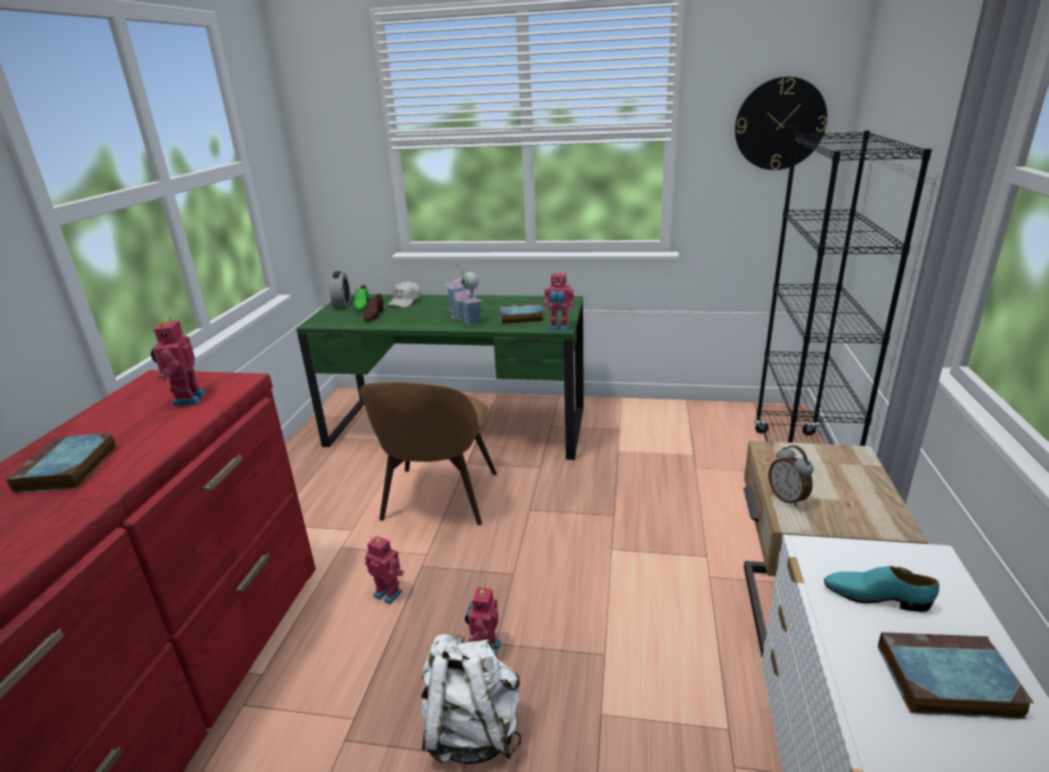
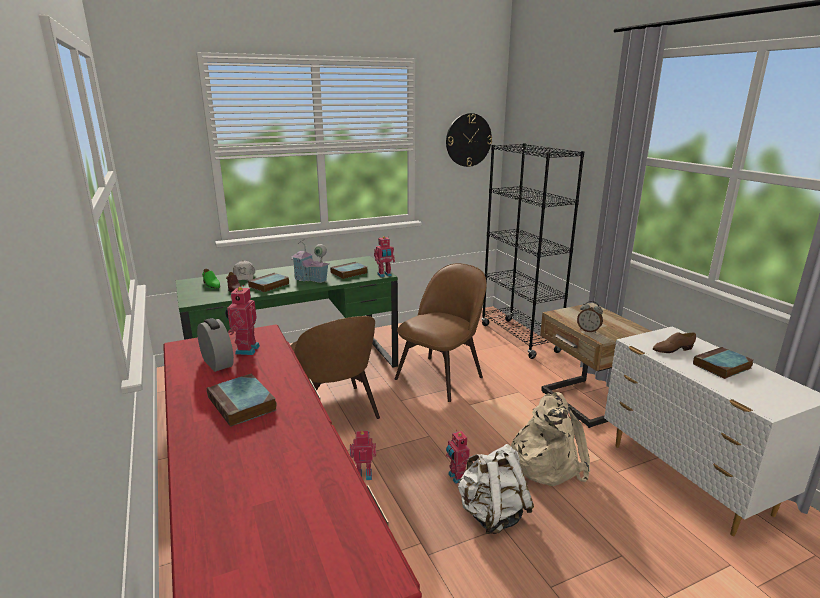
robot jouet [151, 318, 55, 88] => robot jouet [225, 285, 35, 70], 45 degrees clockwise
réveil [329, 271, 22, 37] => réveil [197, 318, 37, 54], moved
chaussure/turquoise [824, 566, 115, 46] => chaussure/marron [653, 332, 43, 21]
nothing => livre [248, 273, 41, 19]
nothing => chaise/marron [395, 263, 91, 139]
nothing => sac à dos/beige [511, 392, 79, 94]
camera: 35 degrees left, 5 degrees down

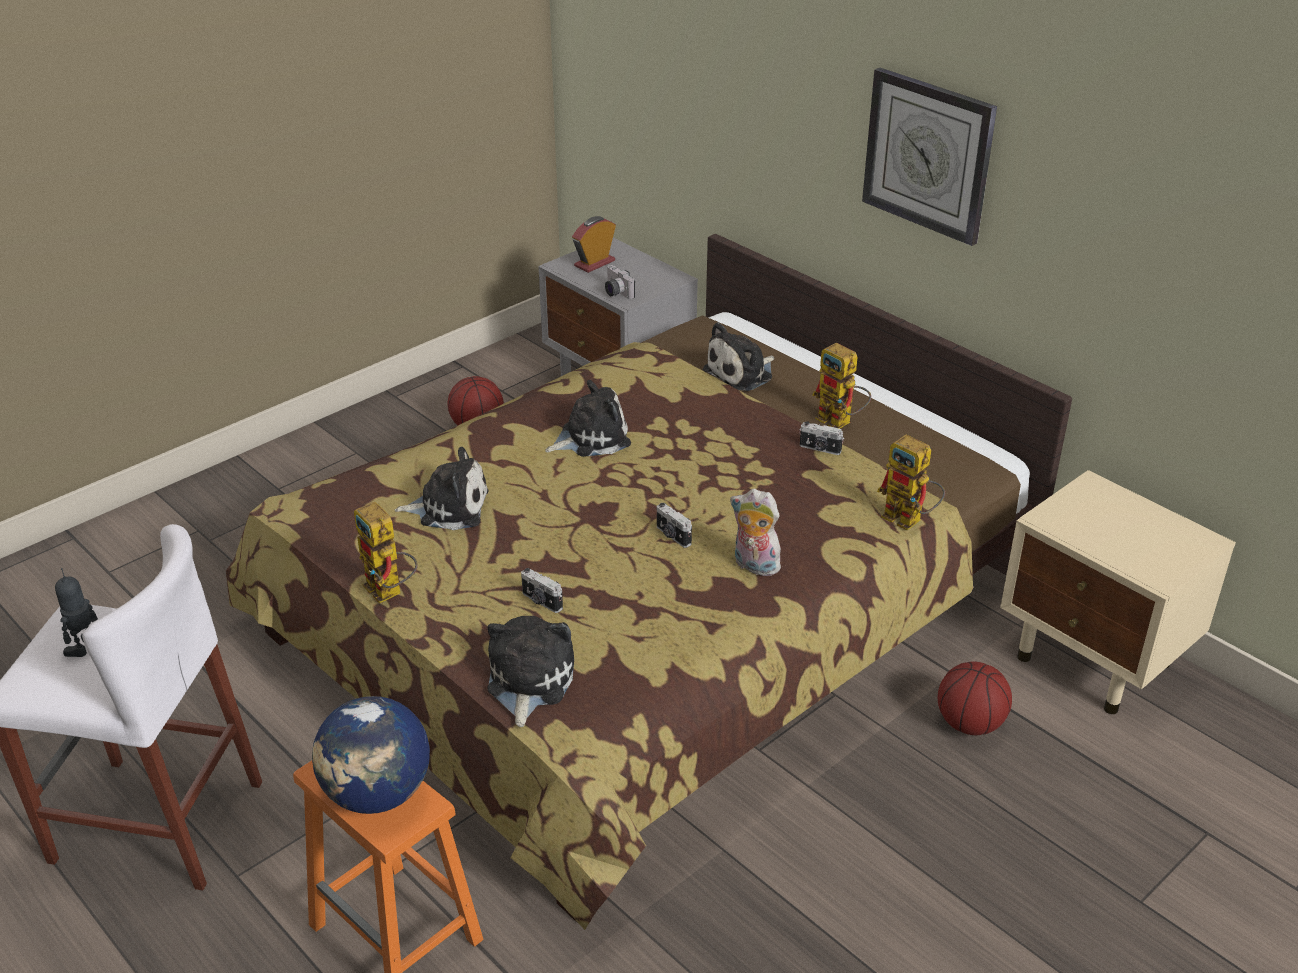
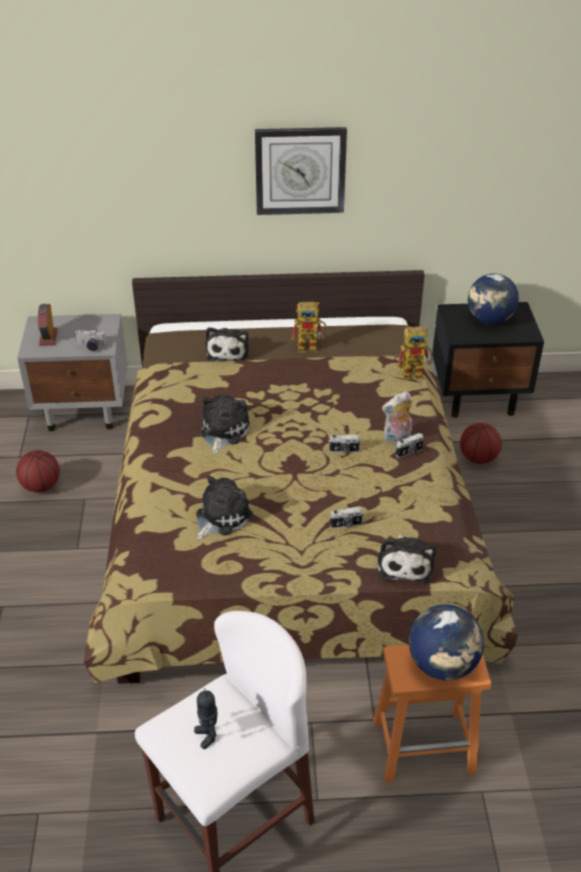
robot jouet [354, 502, 64, 101] => nothing
peluche [487, 616, 87, 111] => peluche [377, 534, 59, 49], 135 degrees counterclockwise
appareil photo [799, 421, 45, 34] => appareil photo [396, 433, 28, 25], moved
table de chevet/beige [1000, 470, 236, 244] => table de chevet/noir [432, 302, 112, 116]
nothing => globe [468, 274, 51, 50]
camera: 50 degrees left, 5 degrees up

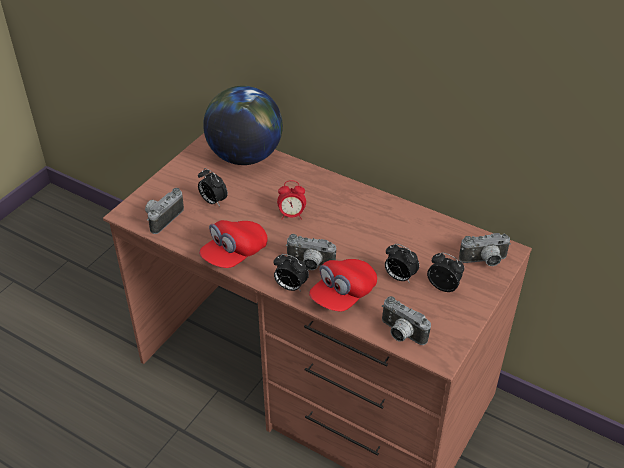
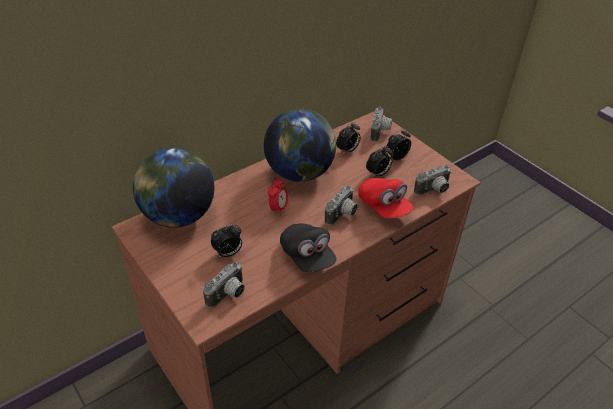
appareil photo [145, 188, 39, 46] => appareil photo [203, 262, 42, 46], 105 degrees counterclockwise
casquette/rouge [199, 220, 68, 48] => casquette/noir [280, 224, 57, 48]
réveil [273, 254, 36, 37] => réveil [336, 122, 25, 32], moved
nothing => globe [264, 109, 72, 73]
camera: 70 degrees left, 0 degrees up

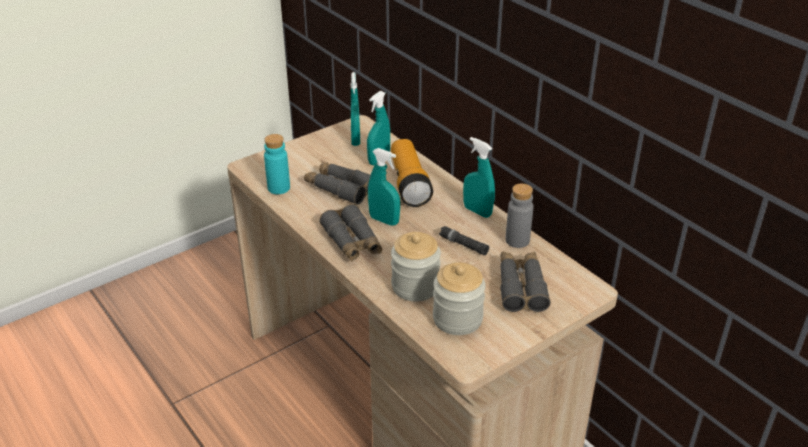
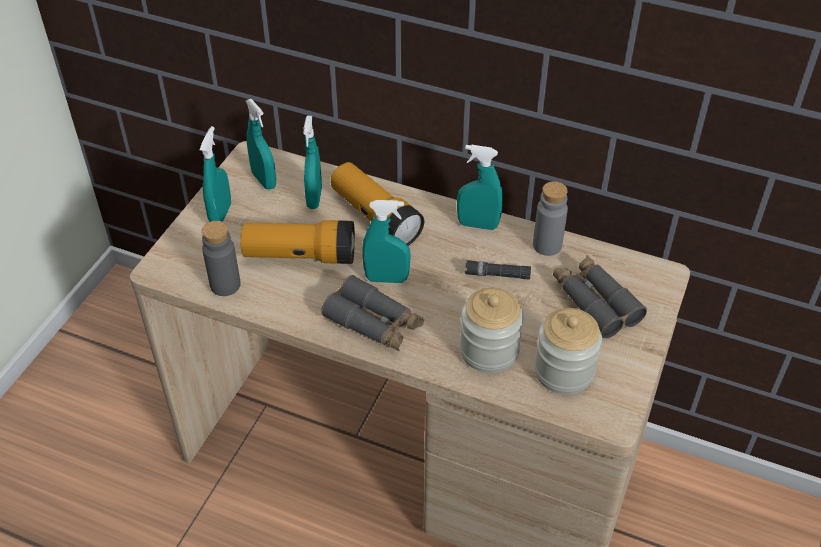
bouteille/turquoise [264, 134, 26, 60] => bouteille/gris [202, 221, 39, 75]
jumelles/gris [304, 162, 67, 43] => lampe de poche [240, 220, 115, 44]
nothing => vaporisateur/turquoise [200, 126, 31, 96]
camera: 30 degrees left, 10 degrees up

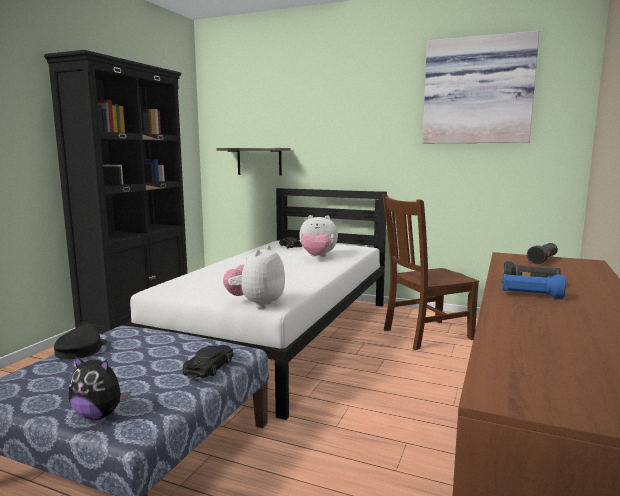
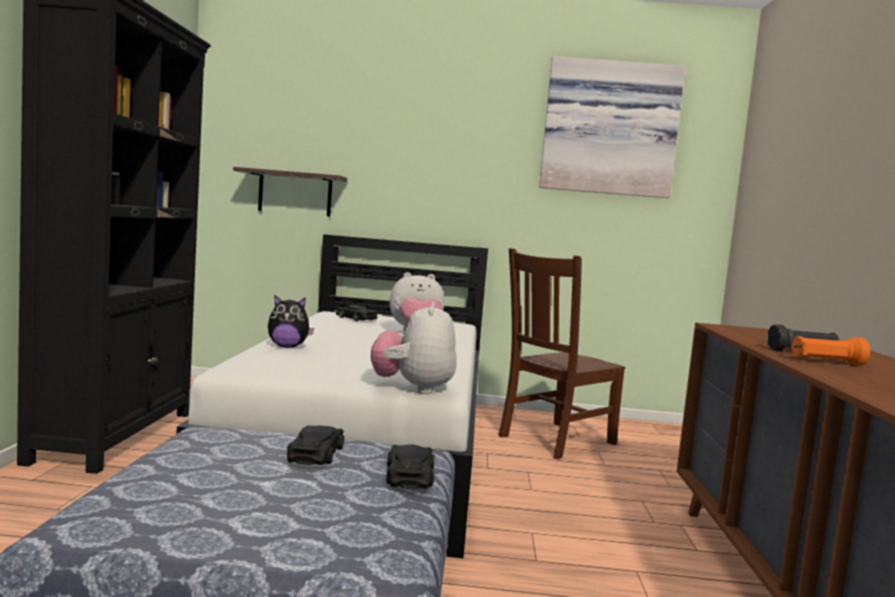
casquette/noir [54, 324, 53, 35] => nothing
peluche [68, 355, 62, 65] => peluche [268, 295, 46, 53], moved
lampe de poche/bleu [502, 274, 64, 25] => lampe de poche/orange [791, 336, 79, 30]
lampe de poche/noir [527, 243, 31, 21] => nothing
nothing => petite voiture/noir [287, 425, 57, 40]
camera: 20 degrees left, 5 degrees down

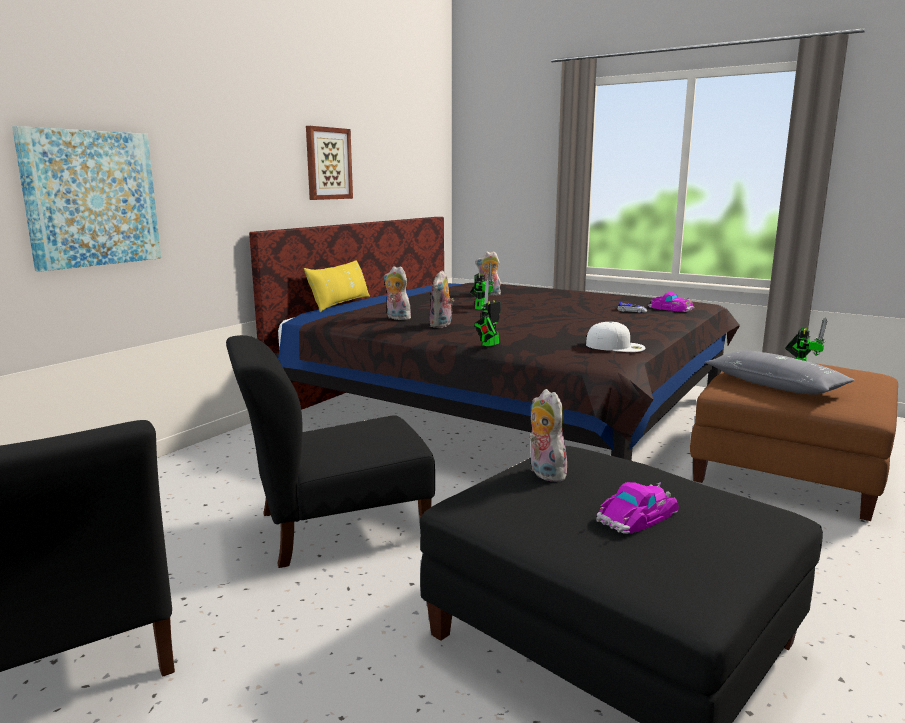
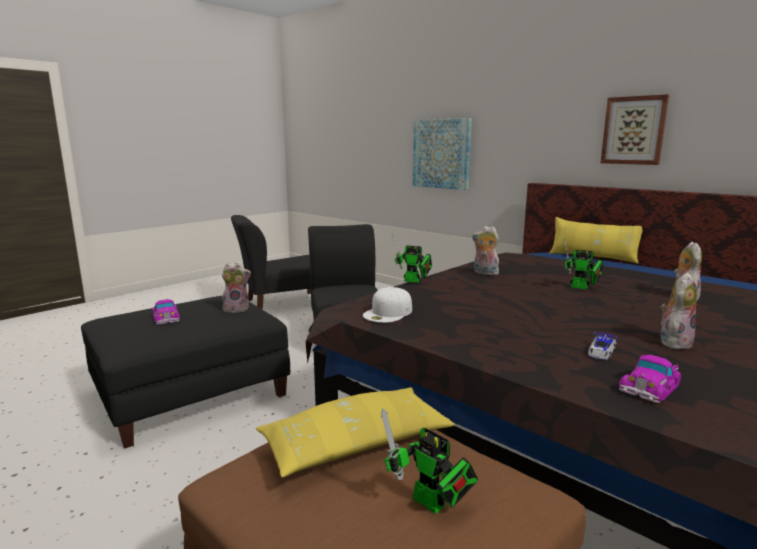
peluche [384, 266, 27, 54] => peluche [660, 272, 37, 77], moved
robot jouet [474, 280, 27, 67] => robot jouet [393, 234, 39, 49], 150 degrees clockwise
coussin/gris [705, 350, 150, 45] => coussin/jaune [256, 387, 199, 91]
camera: 100 degrees right, 0 degrees up

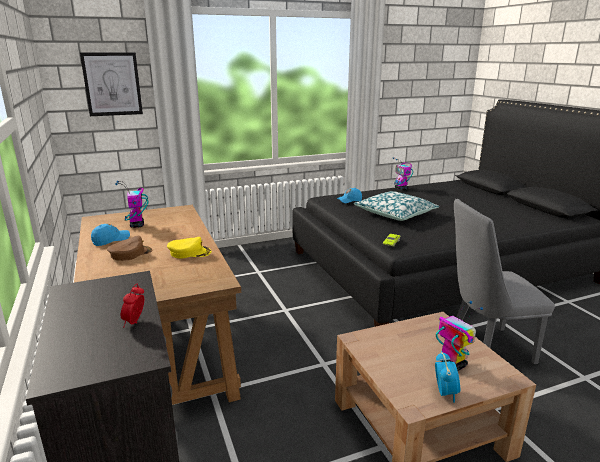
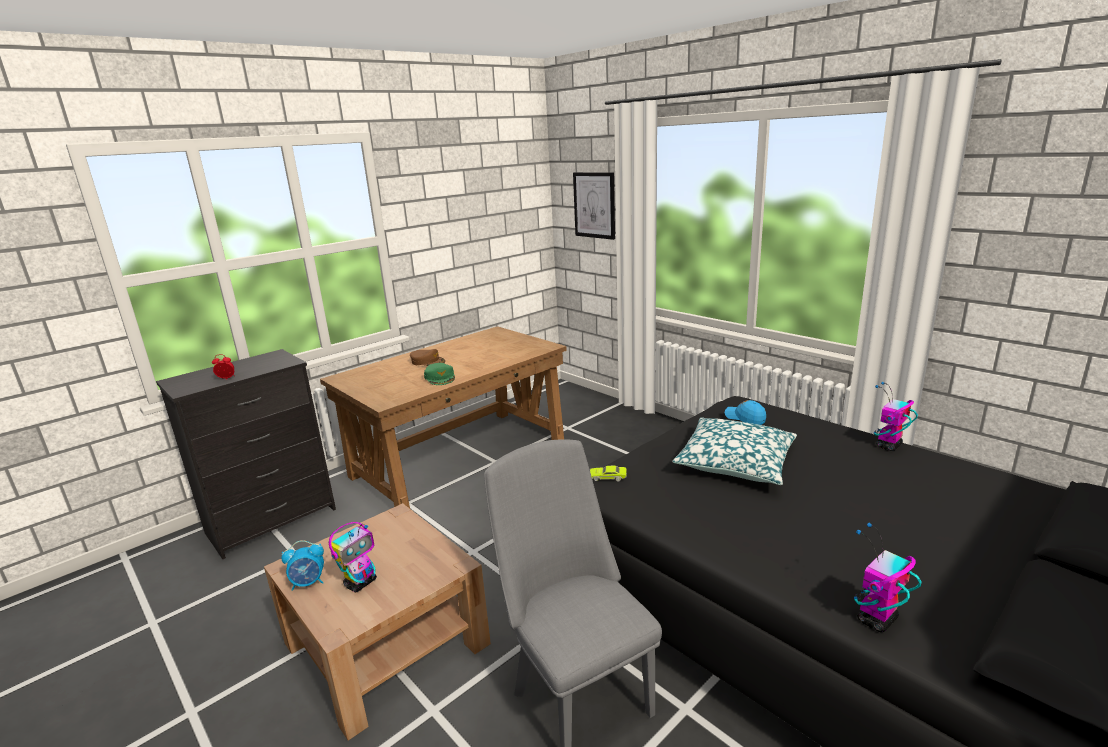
casquette/bleu [91, 224, 39, 22] => nothing
robot jouet [115, 181, 33, 47] => robot jouet [854, 522, 68, 110], moved
casquette/jaune [167, 237, 45, 22] => casquette/vert [424, 363, 31, 22]
camera: 70 degrees right, 0 degrees up

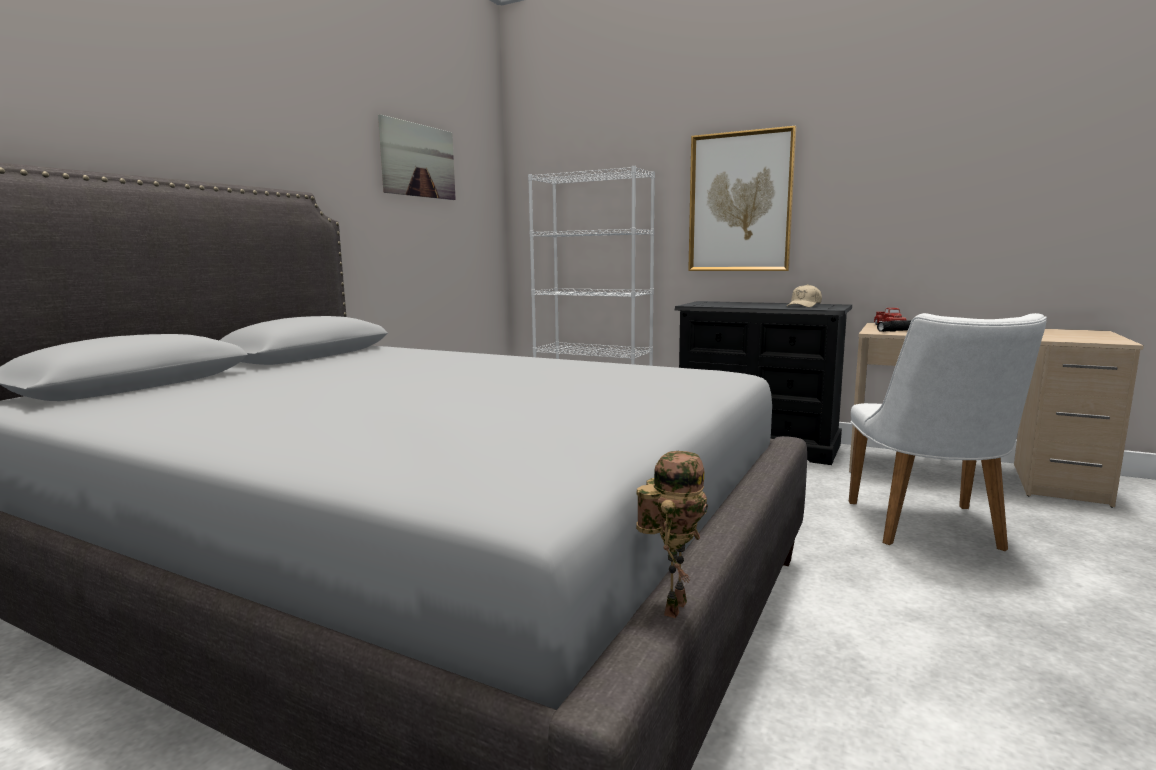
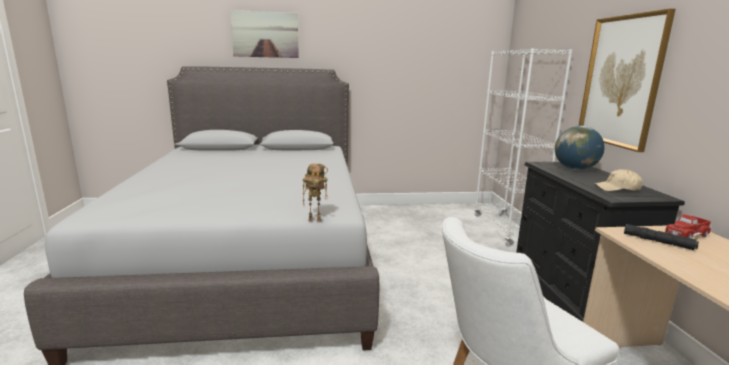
tableau [378, 114, 78, 86] => tableau [230, 10, 69, 48], moved
robot jouet [636, 451, 72, 167] => robot jouet [303, 164, 25, 57], moved
nothing => globe [555, 126, 50, 44]
camera: 55 degrees right, 5 degrees up

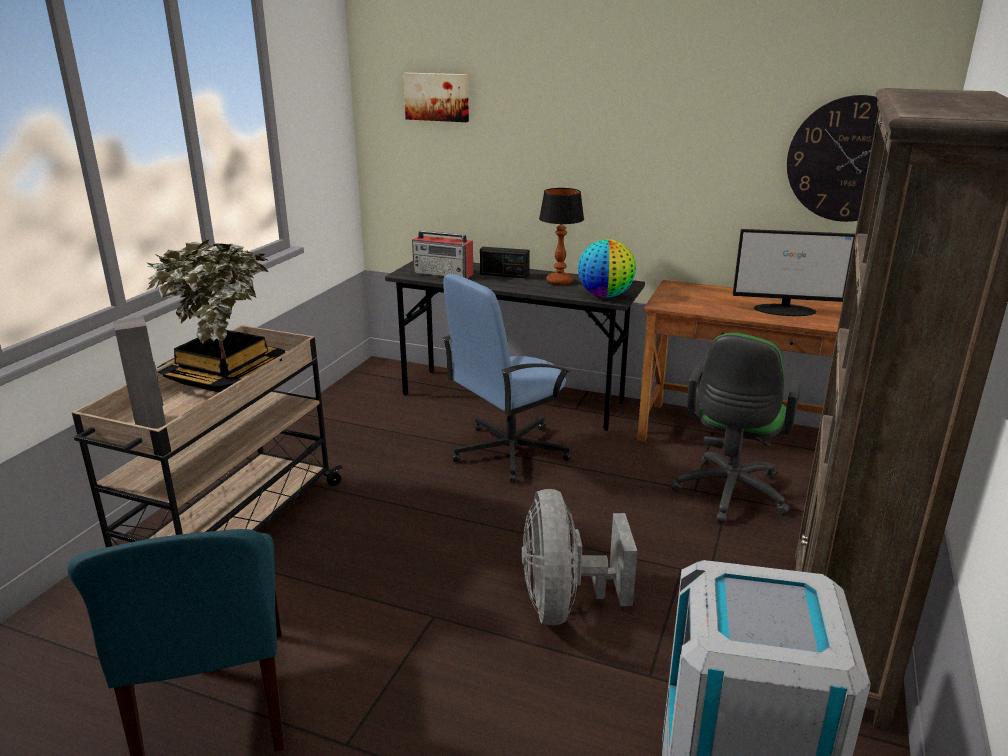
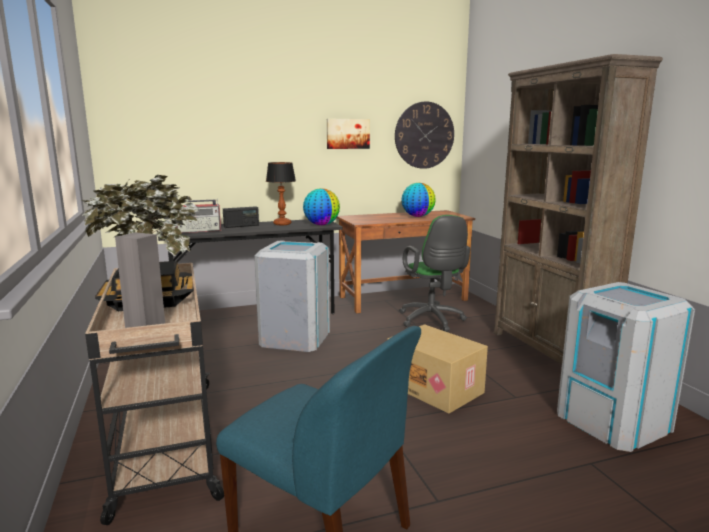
tableau [403, 73, 66, 49] => tableau [327, 119, 43, 30], moved
chaise de bureau/bleu [442, 274, 129, 209] => poubelle/gris [254, 240, 76, 112]
ventilateur/gris [522, 489, 115, 136] => carton [387, 324, 101, 90]
écran d'ordinateur [733, 229, 122, 87] => globe [401, 183, 35, 34]
camera: 40 degrees left, 10 degrees down

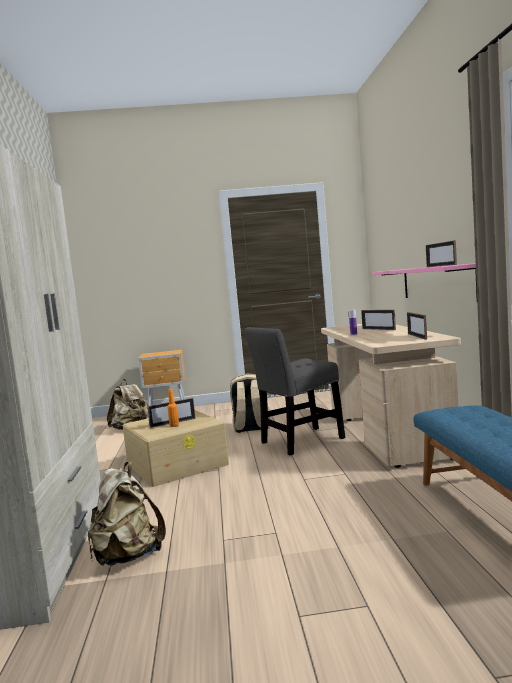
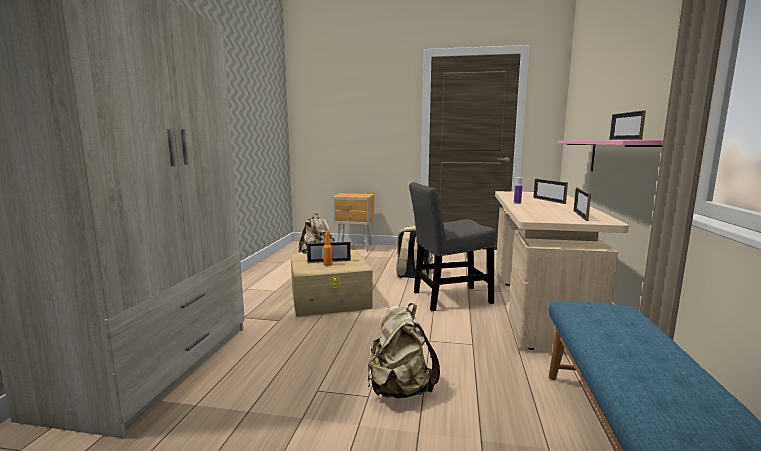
sac à dos/beige [88, 462, 78, 103] => sac à dos/beige [368, 303, 72, 95], moved
camera: 15 degrees right, 5 degrees up

